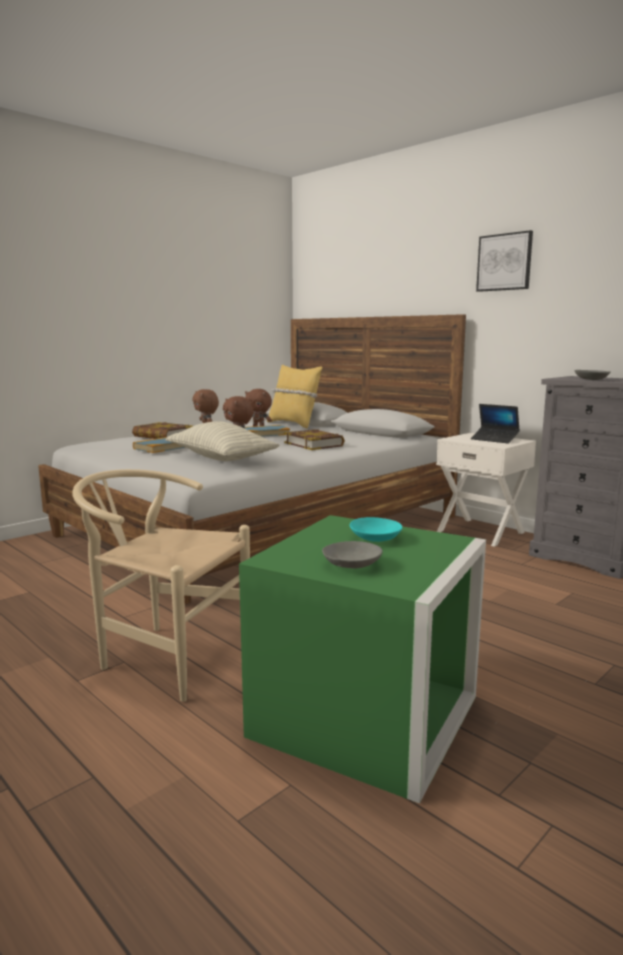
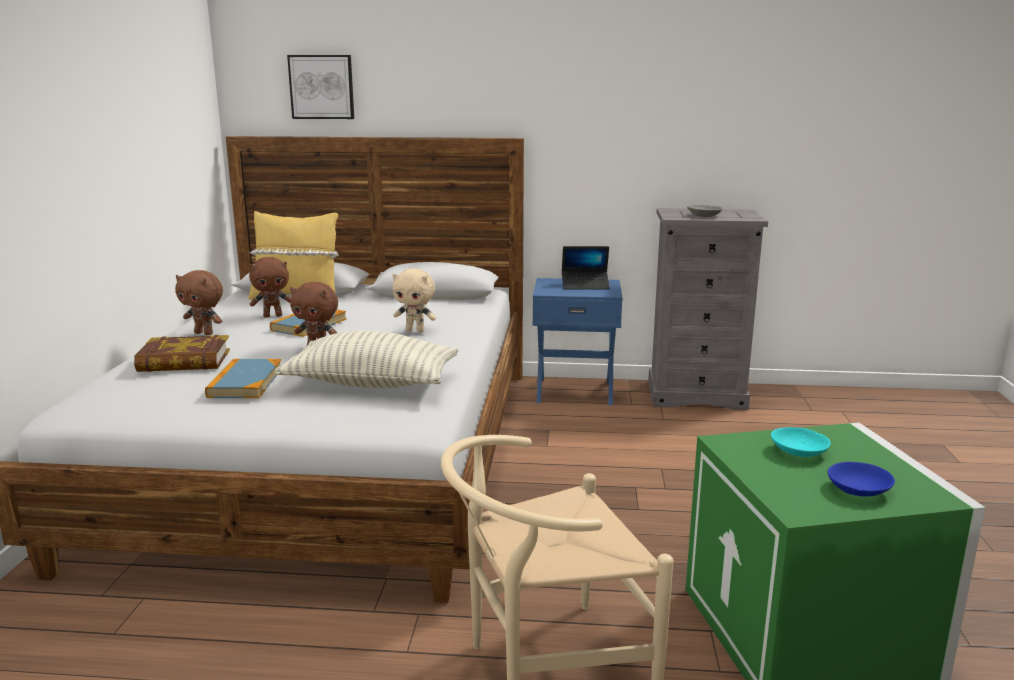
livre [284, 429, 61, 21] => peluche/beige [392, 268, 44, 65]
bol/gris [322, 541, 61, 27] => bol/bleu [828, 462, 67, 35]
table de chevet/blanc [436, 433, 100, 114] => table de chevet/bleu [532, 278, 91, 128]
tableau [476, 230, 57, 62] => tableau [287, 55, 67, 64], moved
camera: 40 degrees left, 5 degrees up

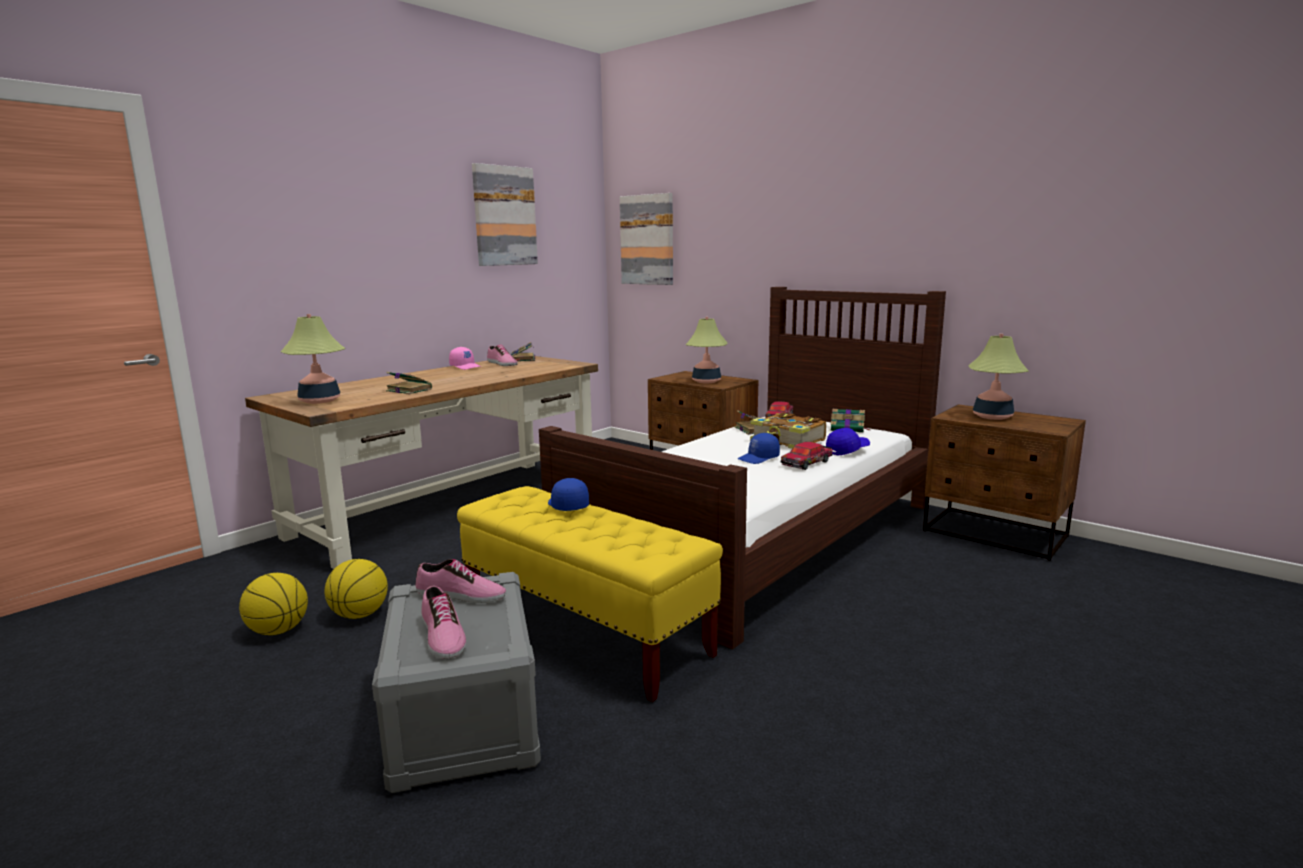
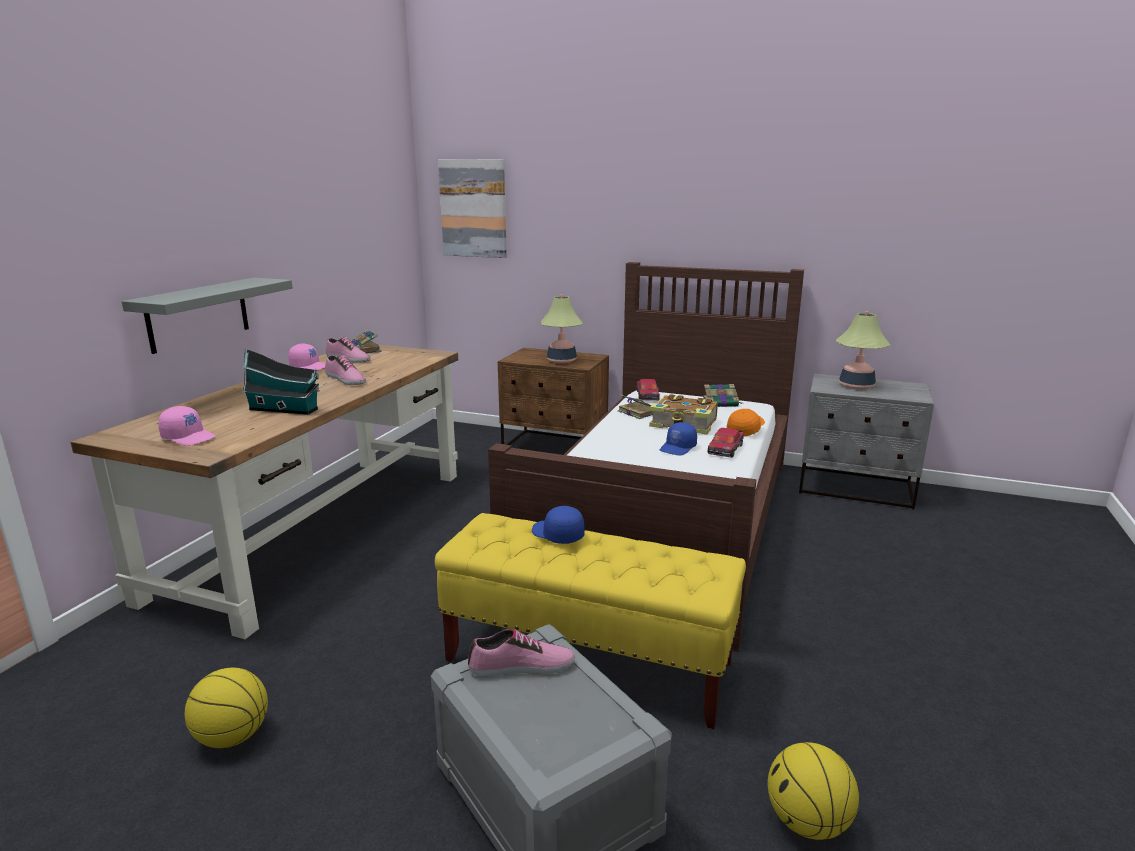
lampe de table [281, 314, 64, 90] => casquette/rose [158, 406, 58, 40]
ballon de basket [324, 559, 64, 60] => ballon de basket [768, 742, 91, 98], moved
livre [386, 372, 46, 22] => maison miniature [242, 348, 77, 67]
chaussure [421, 586, 45, 73] => chaussure [325, 355, 41, 30], moved
tableau [472, 163, 66, 103] => nothing
casquette/bleu [826, 428, 44, 28] => casquette/orange [727, 409, 38, 28]
table de chevet/marron [923, 405, 163, 156] => table de chevet/gris [799, 373, 135, 137]
nothing => étagère/gris [122, 278, 171, 76]
camera: 20 degrees left, 5 degrees up

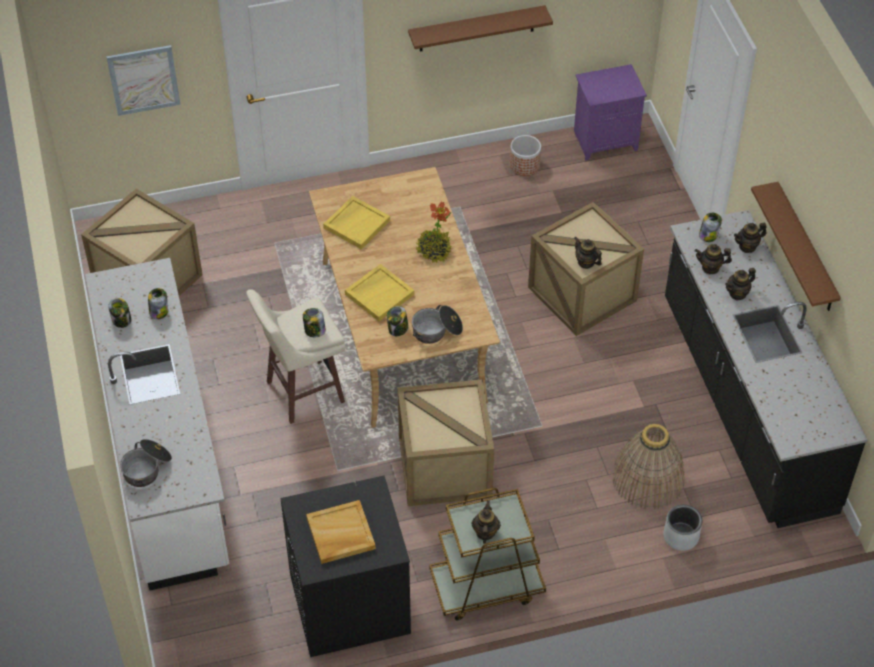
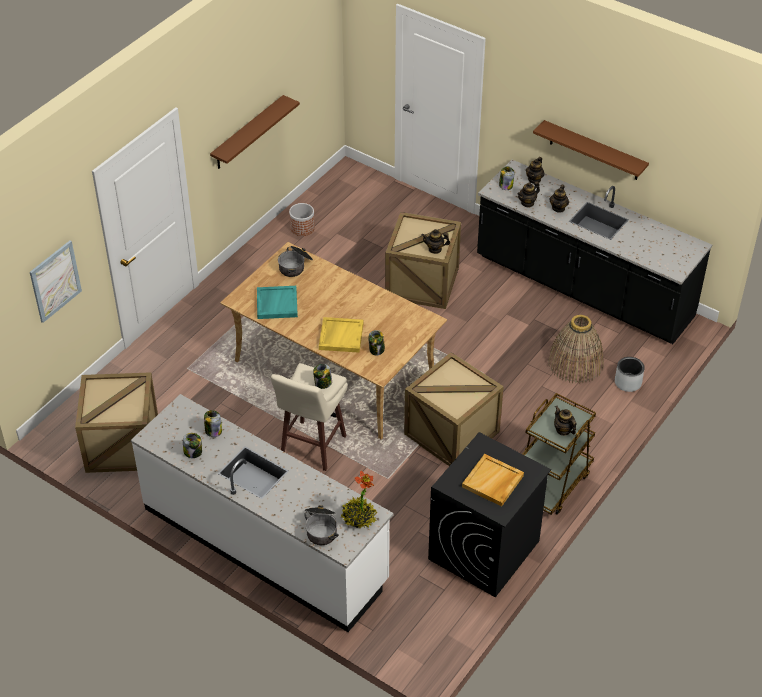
plateau/jaune [323, 196, 67, 53] => plateau/turquoise [257, 286, 41, 33]
marmite [412, 305, 51, 39] => marmite [278, 246, 35, 31], moved
plante en pot [416, 201, 36, 62] => plante en pot [341, 471, 37, 57], moved
table de chevet/violet [574, 64, 73, 97] => nothing
camera: 40 degrees left, 5 degrees down

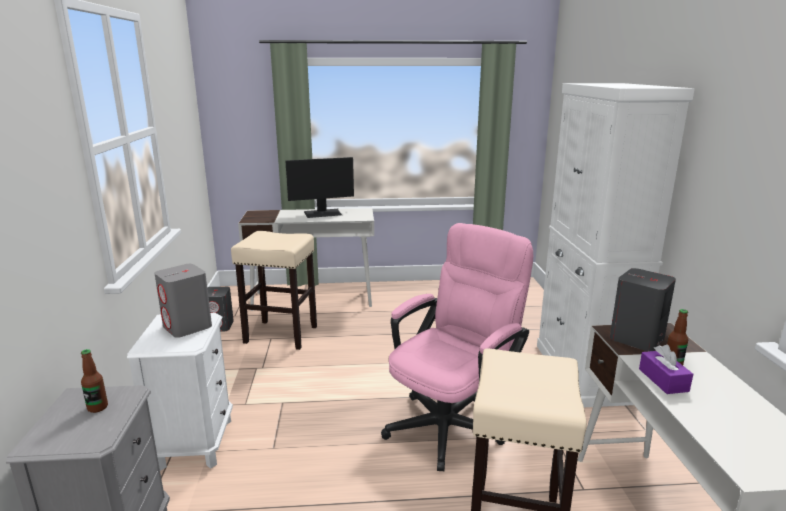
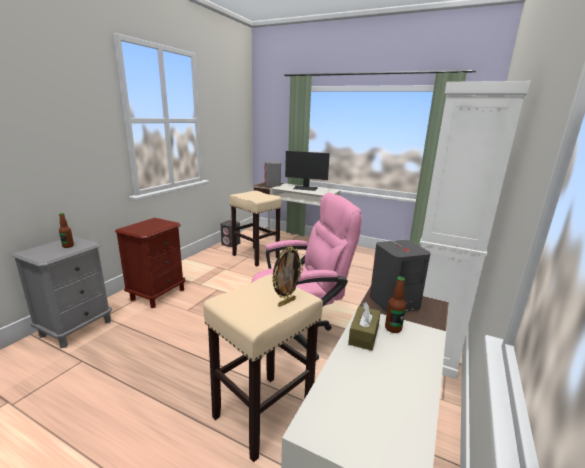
table de chevet/blanc [127, 313, 106, 158] => table de chevet/marron [115, 218, 70, 90]
enceinte/gris [154, 264, 58, 74] => enceinte/gris [264, 161, 17, 25], moved
boîte à mouchoirs/violet [639, 345, 54, 49] => boîte à mouchoirs/marron [348, 302, 33, 49]
nothing => cadre photo [272, 246, 31, 61]
camera: 30 degrees right, 0 degrees up

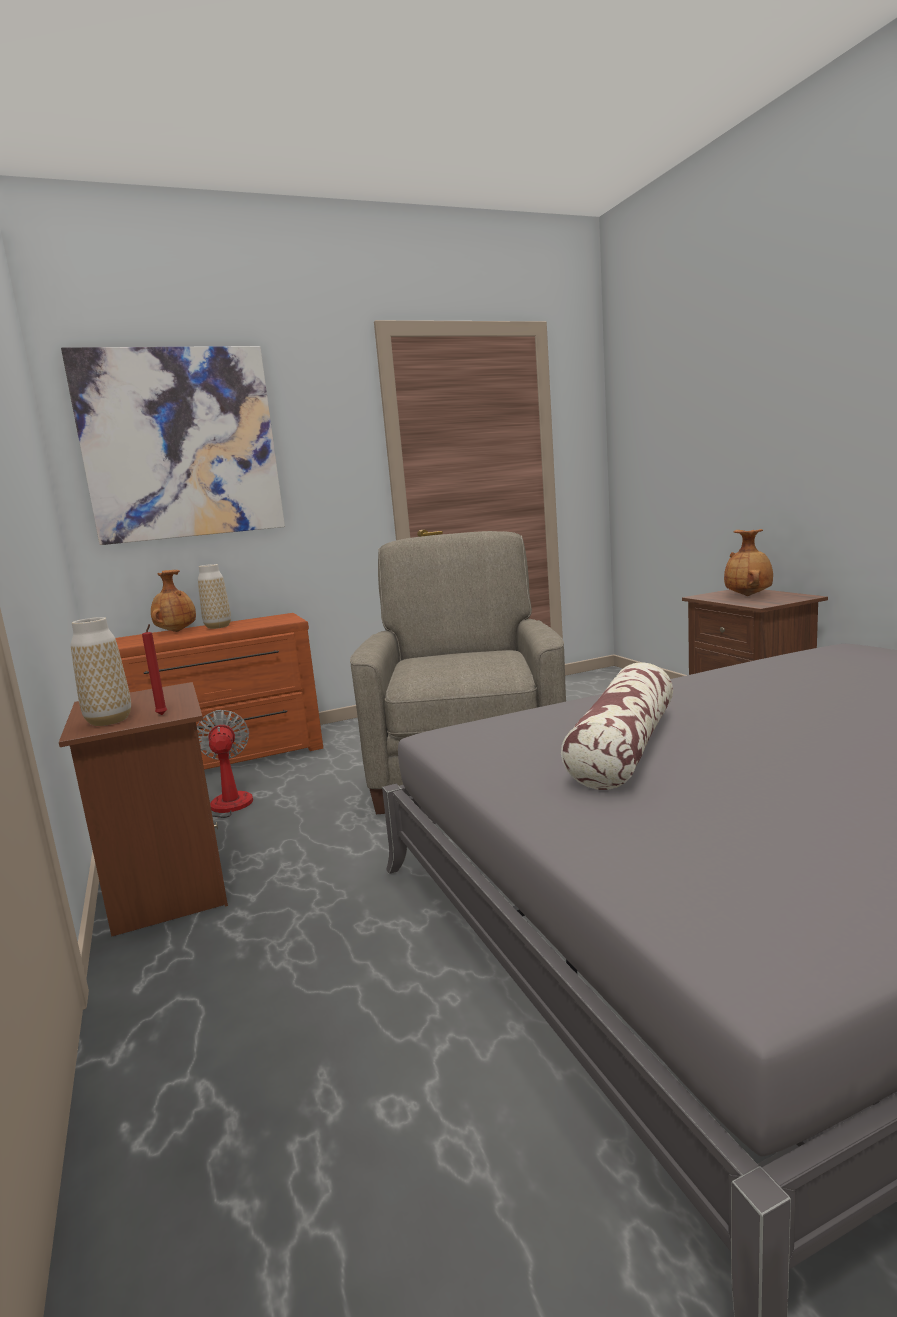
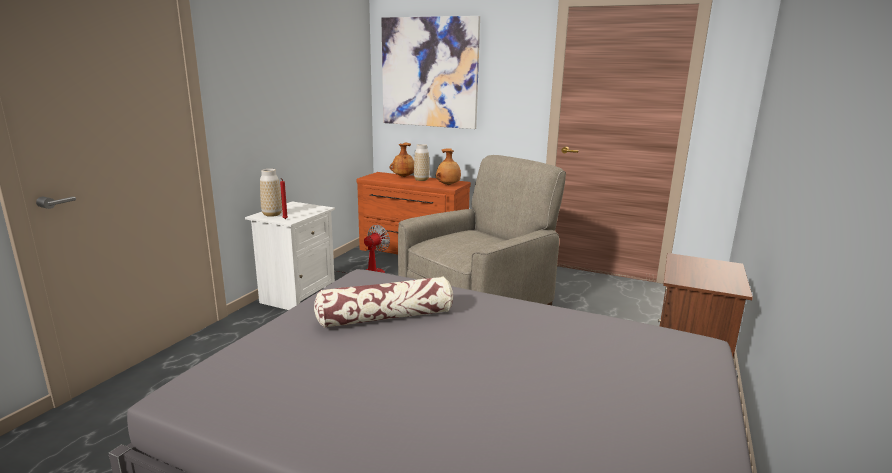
table de chevet/marron [59, 682, 169, 254] => table de chevet/blanc [245, 202, 90, 108]
vase/marron [724, 529, 49, 67] => vase/marron [436, 148, 25, 37], moved
camera: 45 degrees right, 5 degrees up

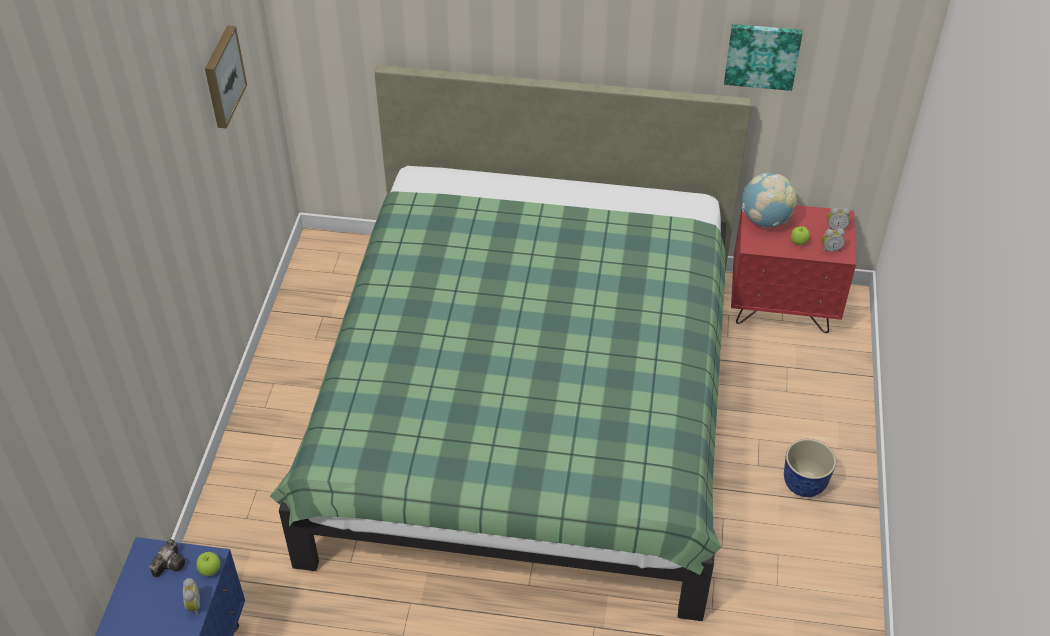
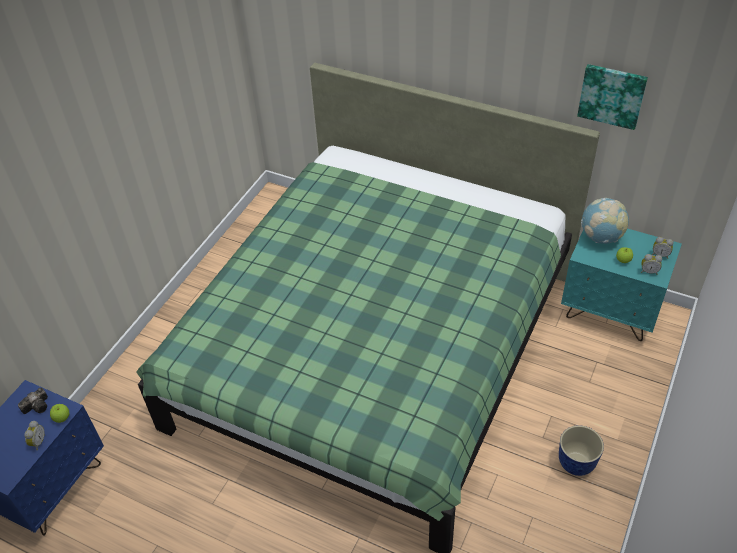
tableau [205, 25, 42, 103] => nothing
table de chevet/rouge [731, 205, 125, 128] => table de chevet/turquoise [561, 228, 121, 113]
camera: 20 degrees right, 0 degrees up

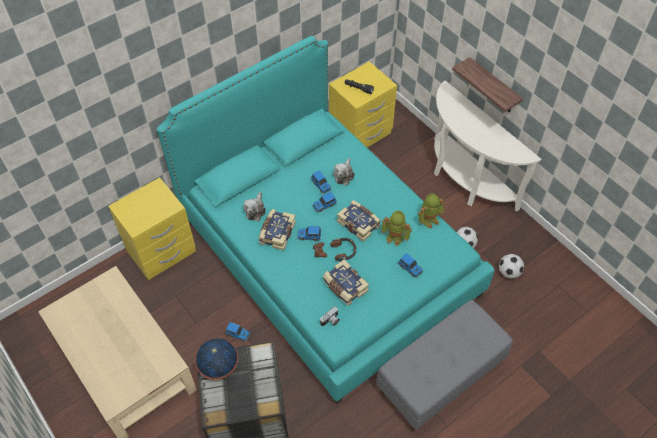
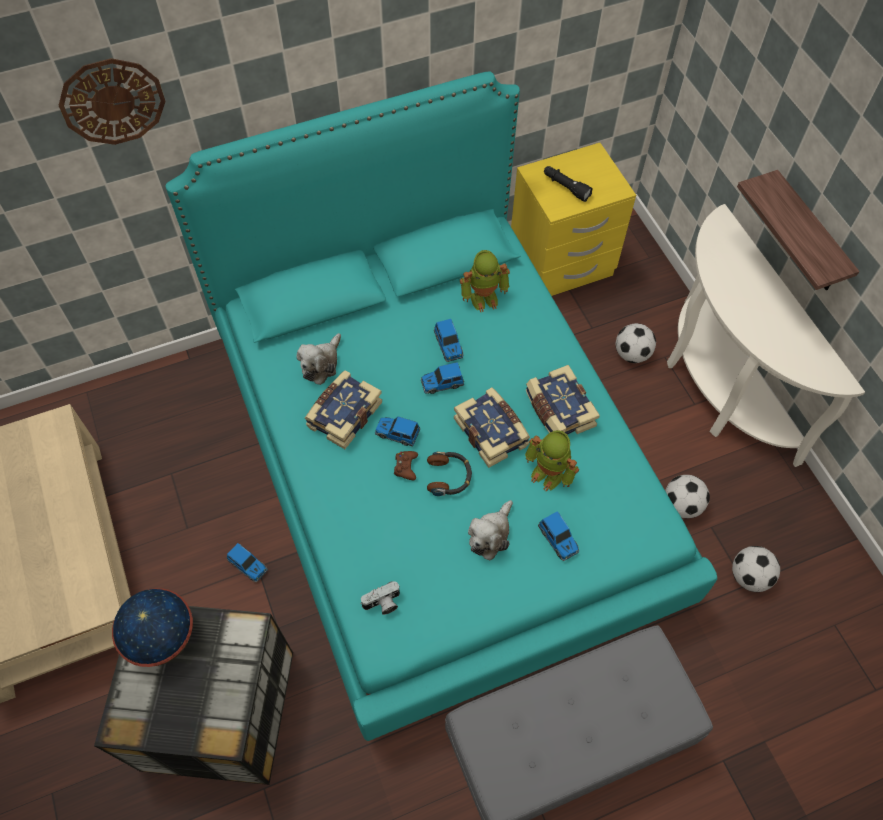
table de chevet/jaune [108, 177, 88, 103] => nothing
livre [323, 260, 46, 46] => livre [526, 365, 74, 70], moved
peluche [333, 158, 22, 27] => peluche [468, 500, 45, 60], moved
robot jouet [418, 193, 26, 36] => robot jouet [460, 250, 50, 62], moved
nothing => horloge murale [59, 58, 107, 87]
nothing => ballon de foot [616, 323, 40, 40]
camera: 15 degrees right, 5 degrees up

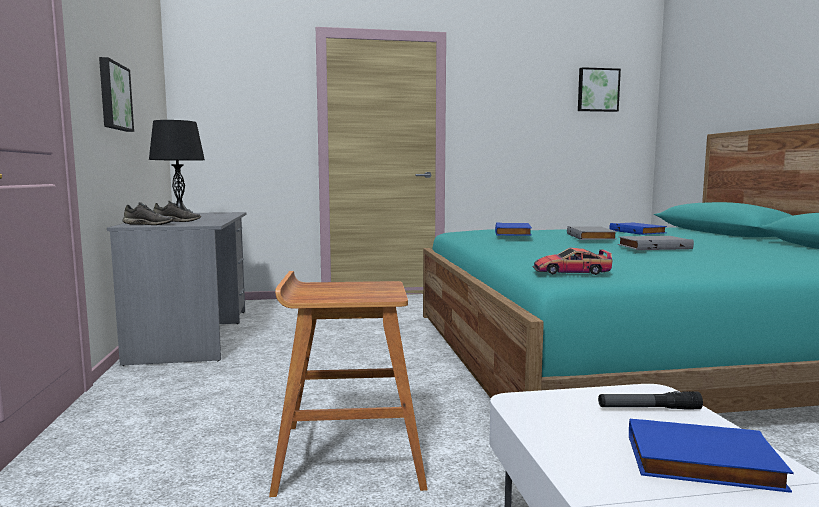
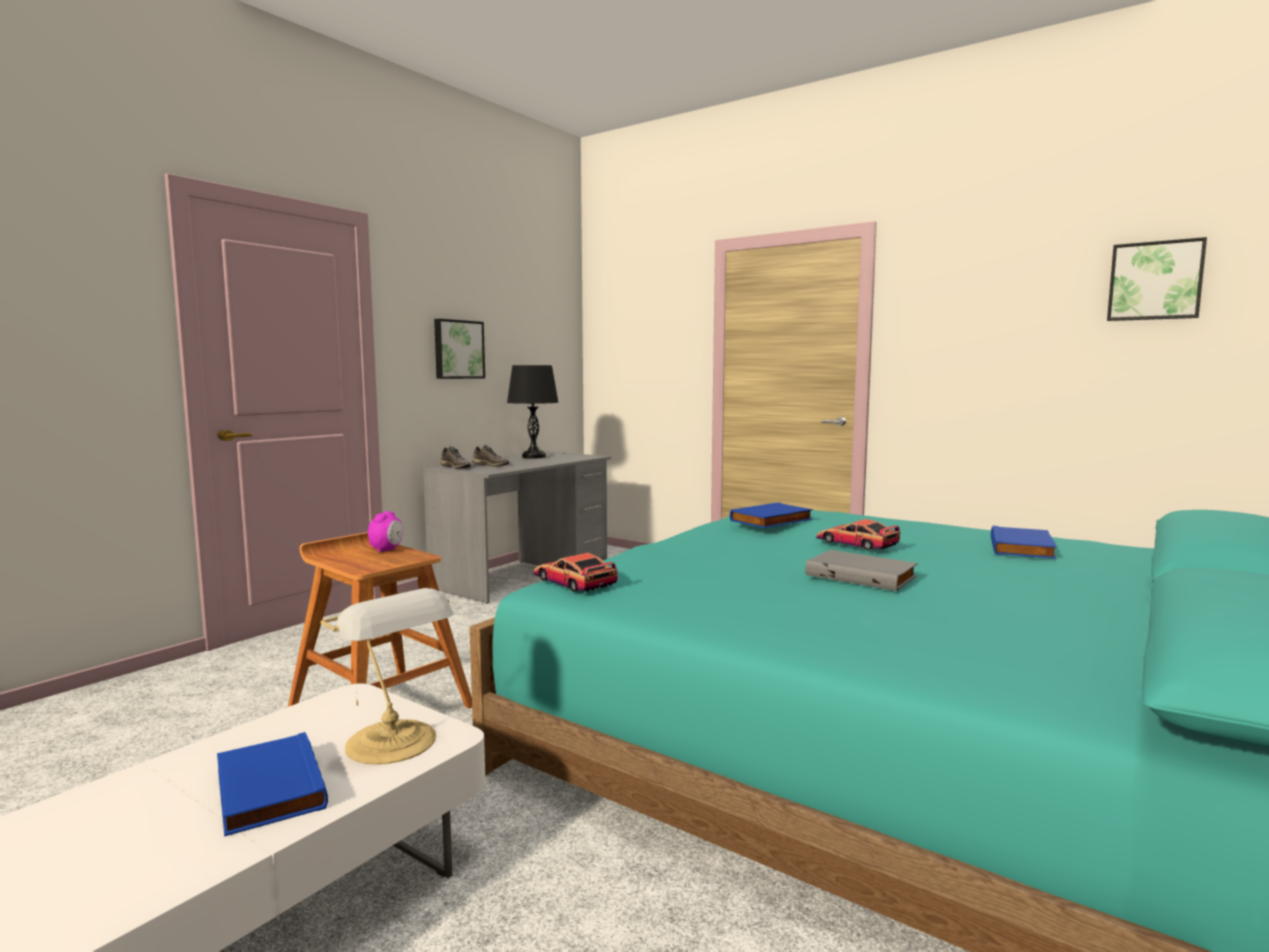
livre/gris [567, 226, 50, 14] => petite voiture [816, 519, 84, 31]
lampe de poche [598, 391, 105, 18] => lampe de table [320, 588, 134, 177]
nothing => réveil [368, 511, 34, 42]
camera: 45 degrees right, 0 degrees up

